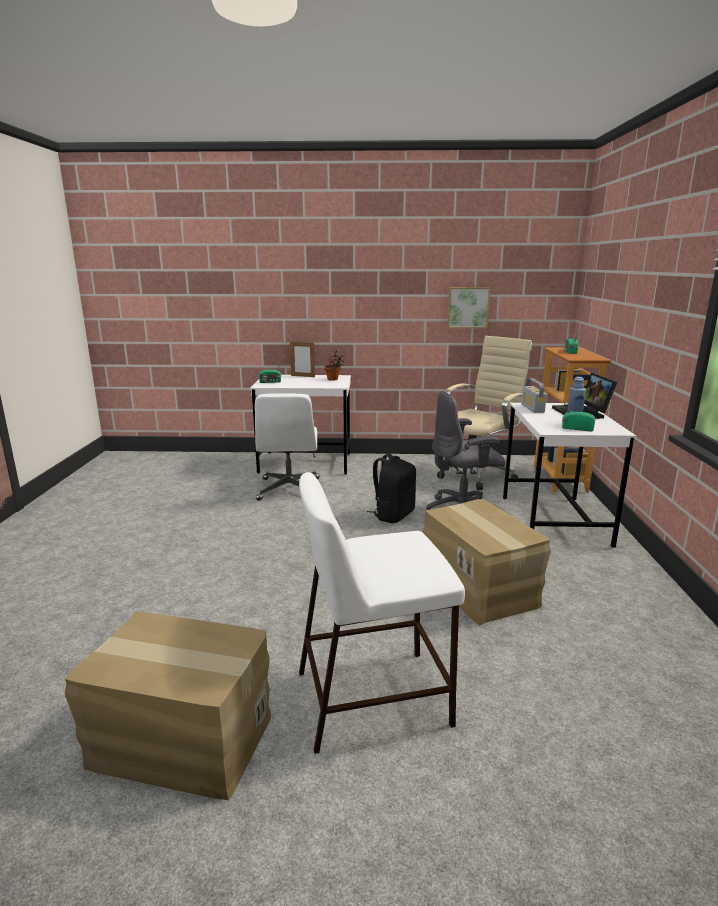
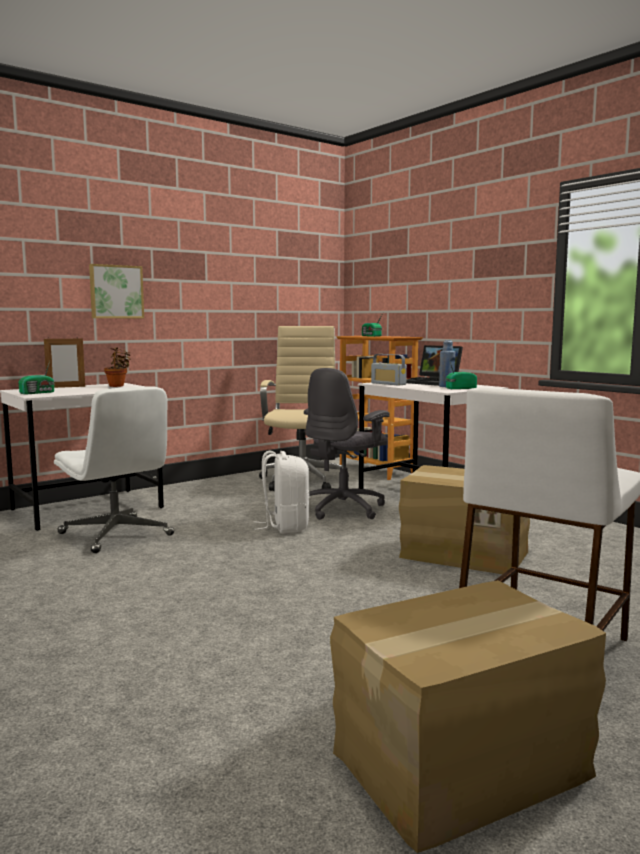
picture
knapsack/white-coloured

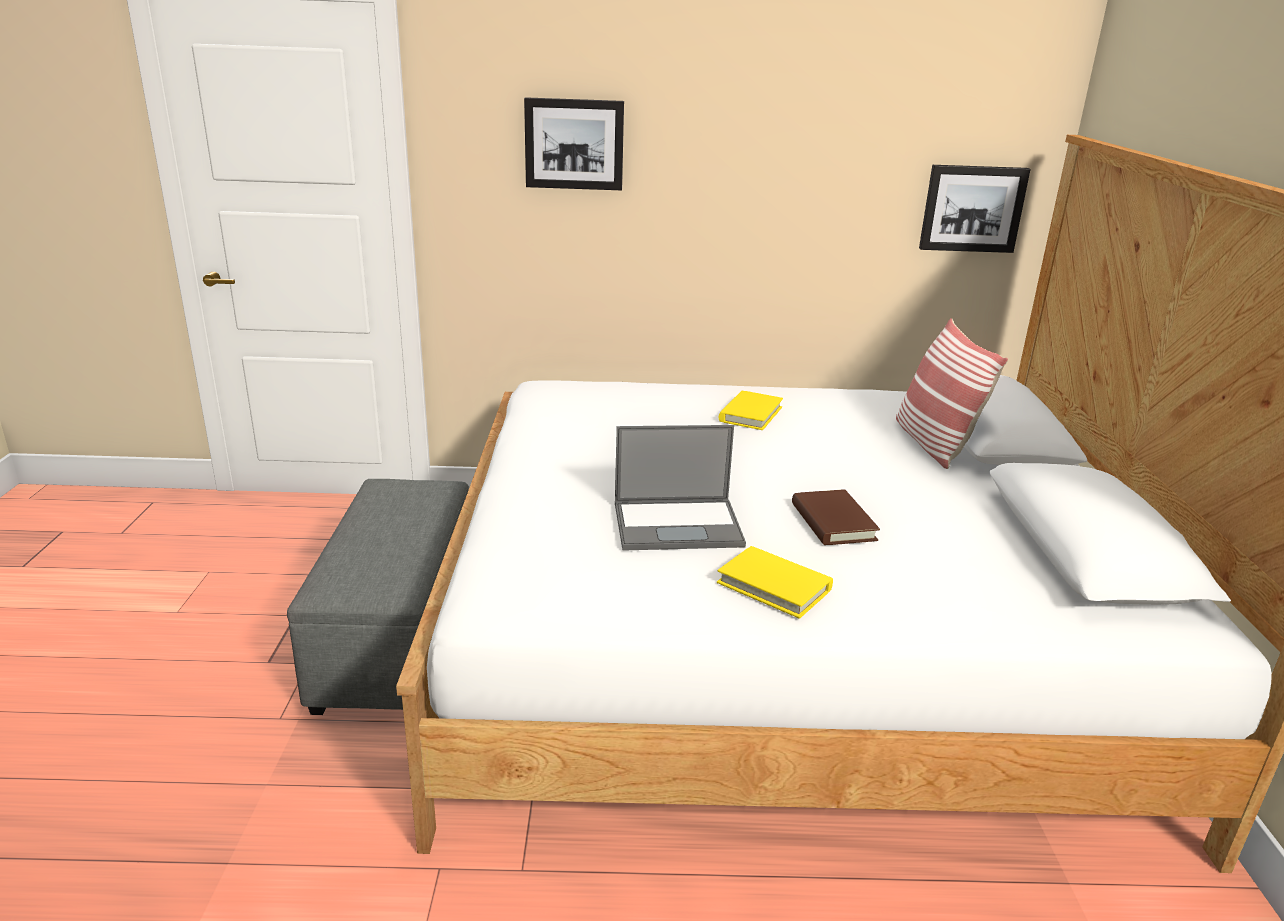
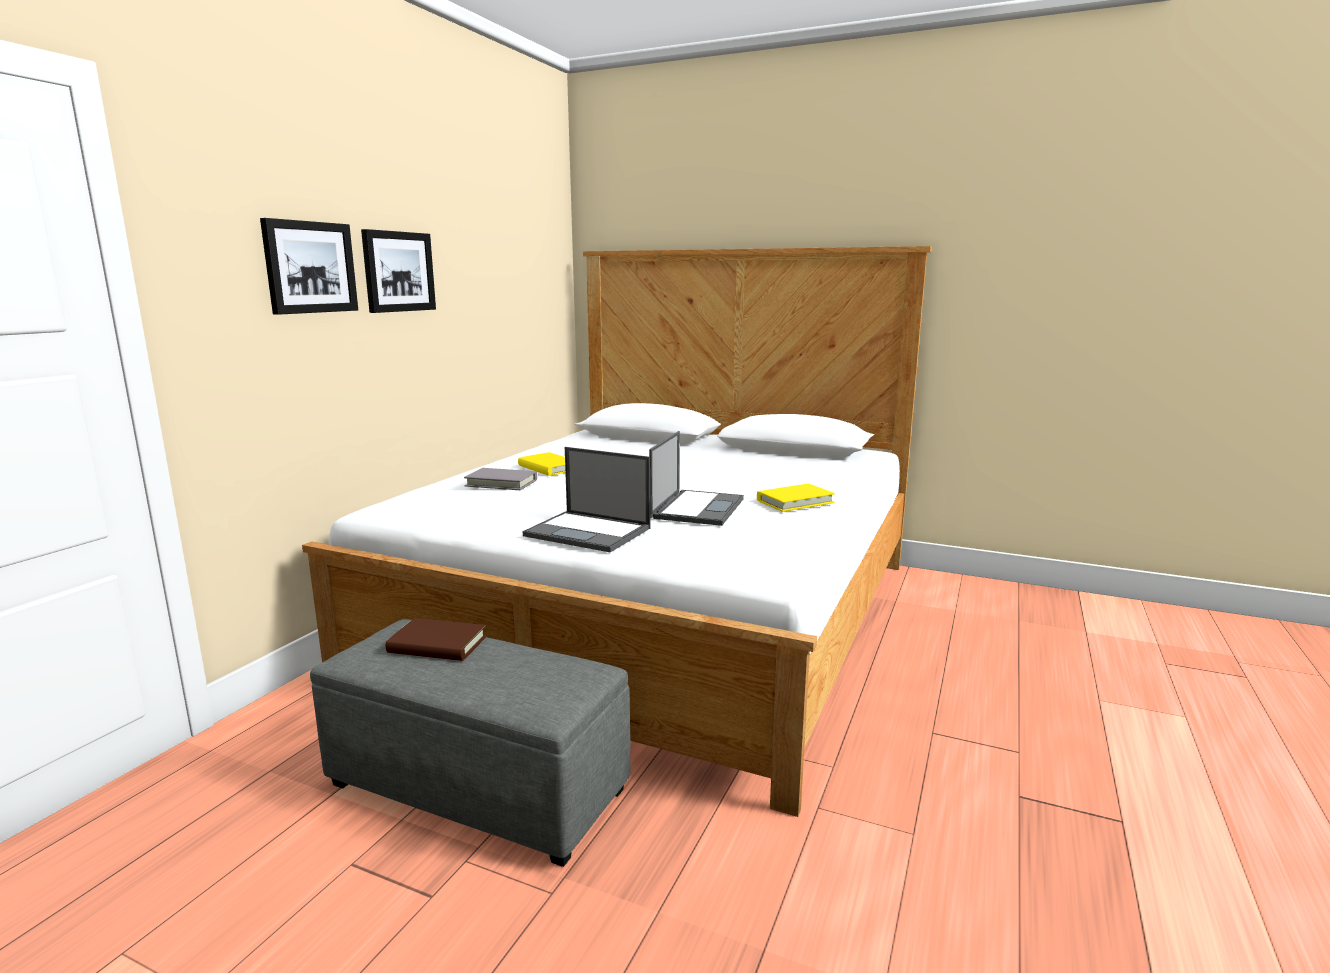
cushion
bound book/gray
laptop (1st from left)
bound book/brown
picture (2nd from left)

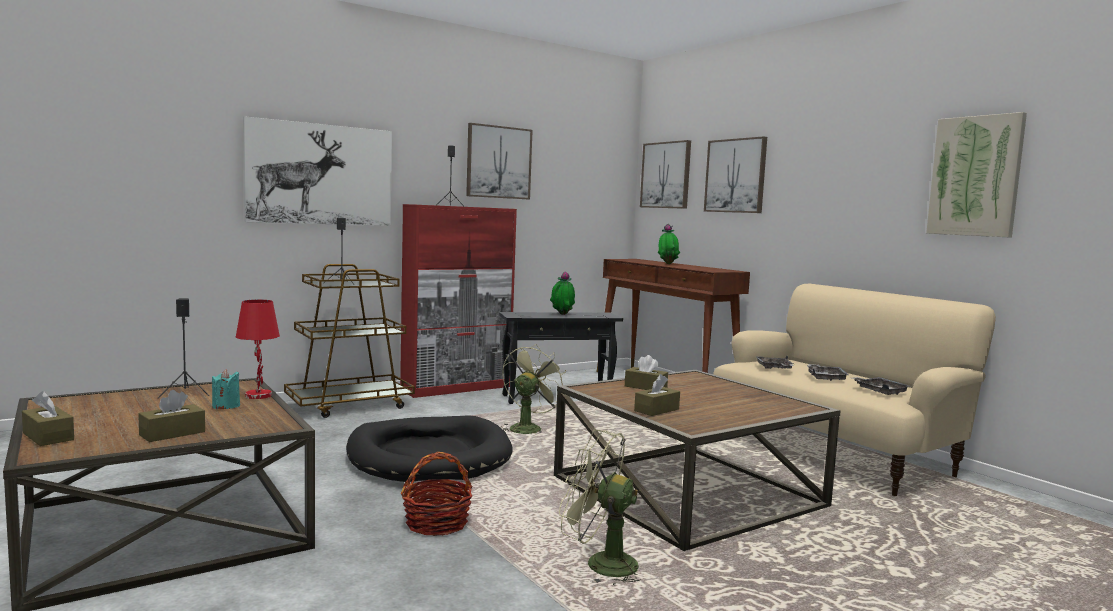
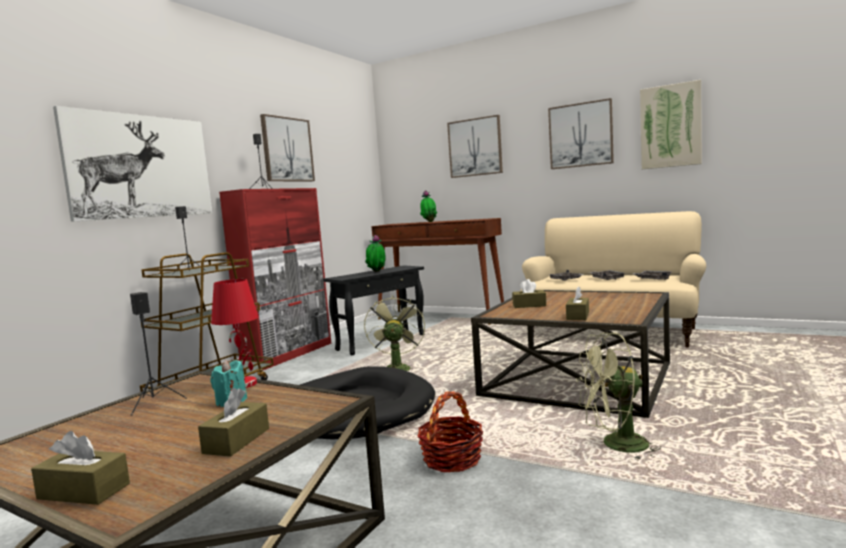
picture (4th from left)

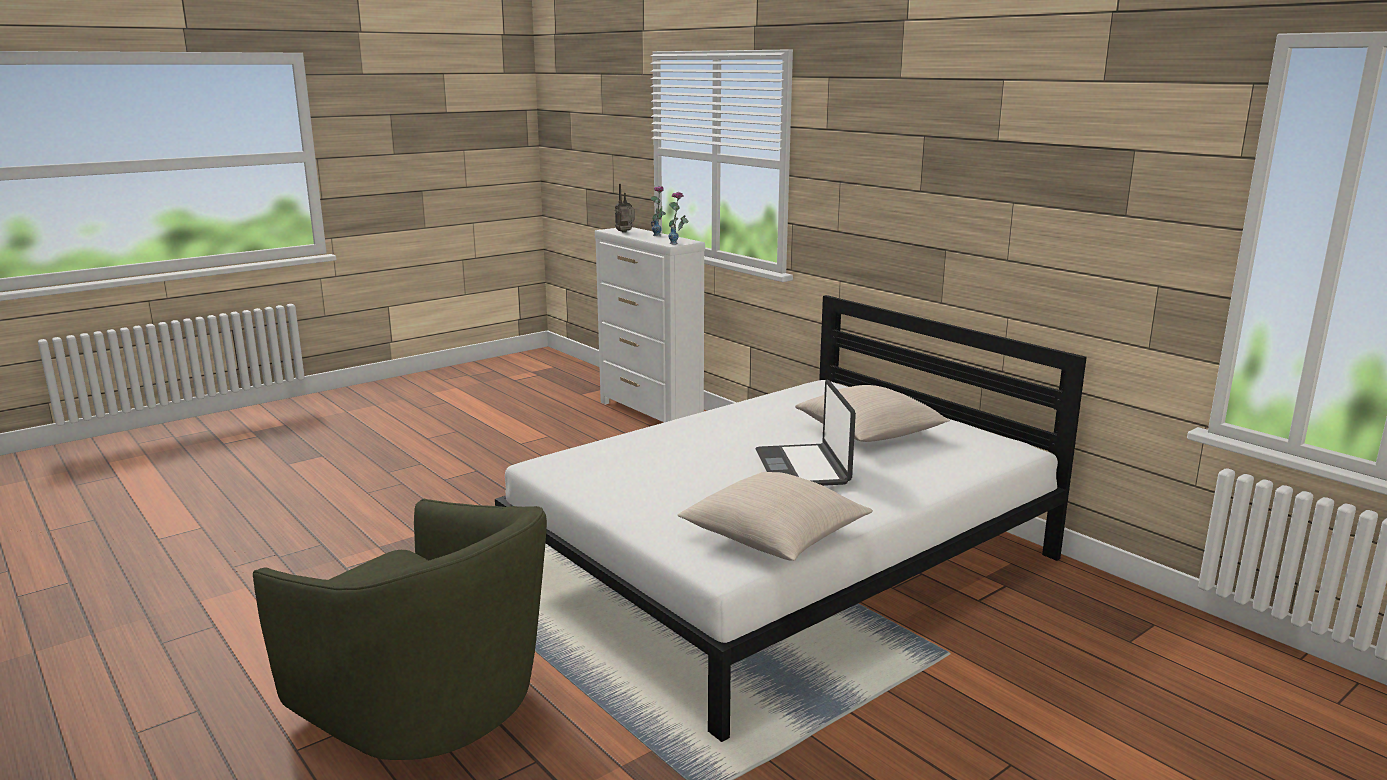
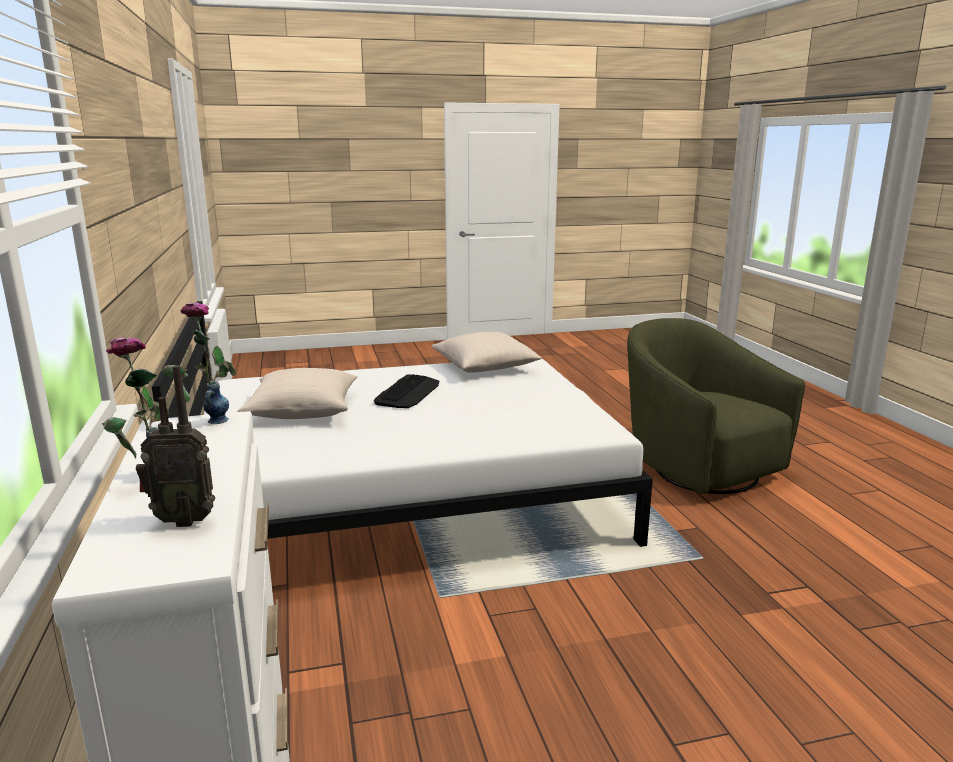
PC keyboard

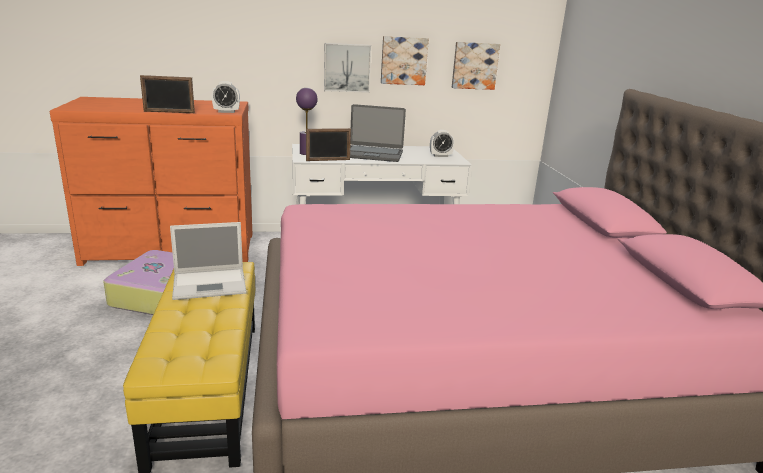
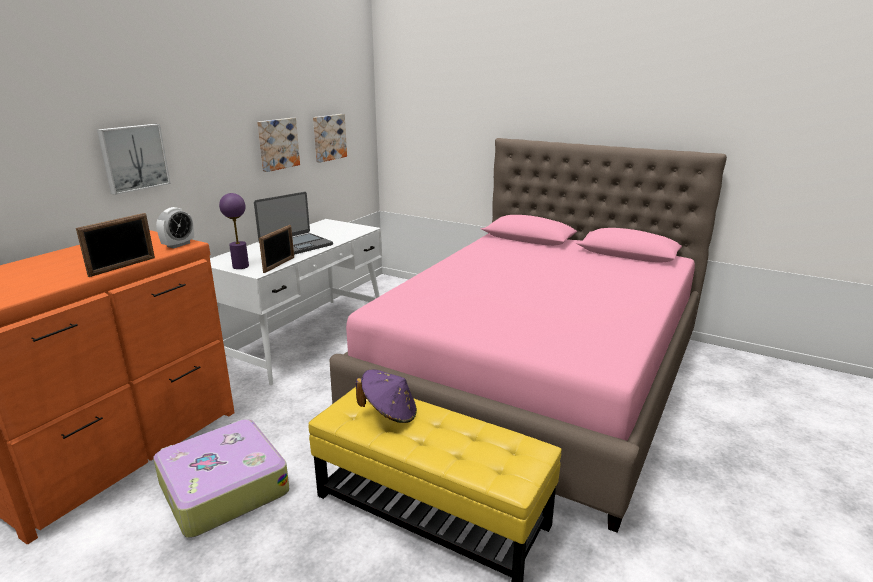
alarm clock (2nd from left in the first image)
picture (1st from left)
clothing hat/purplish

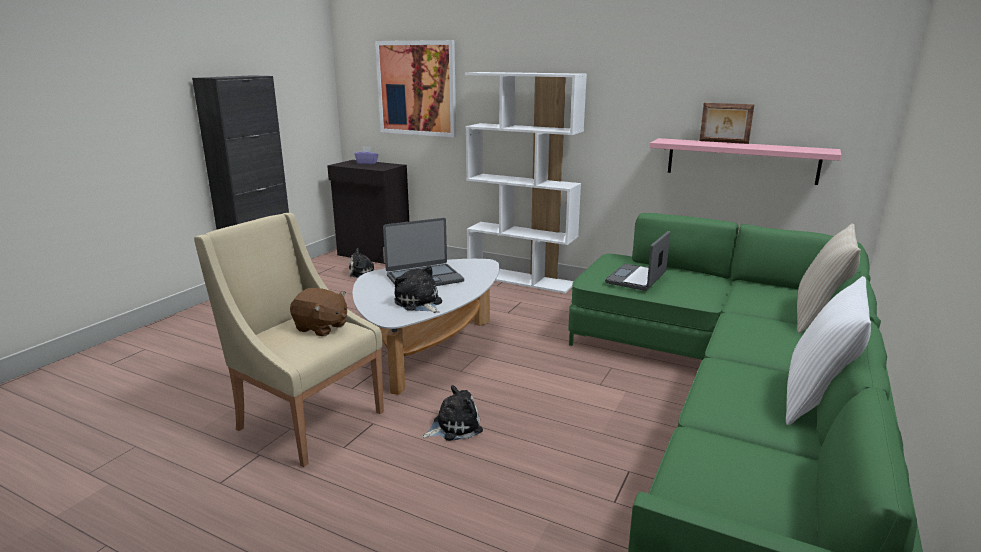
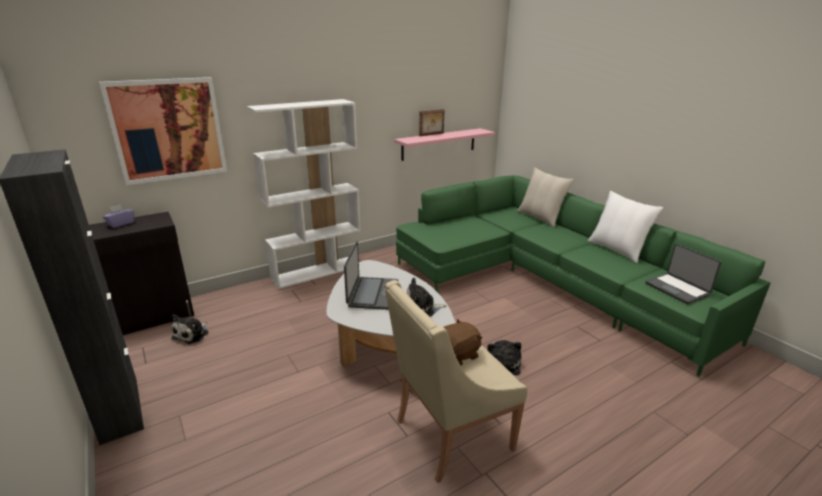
laptop (2nd from left)

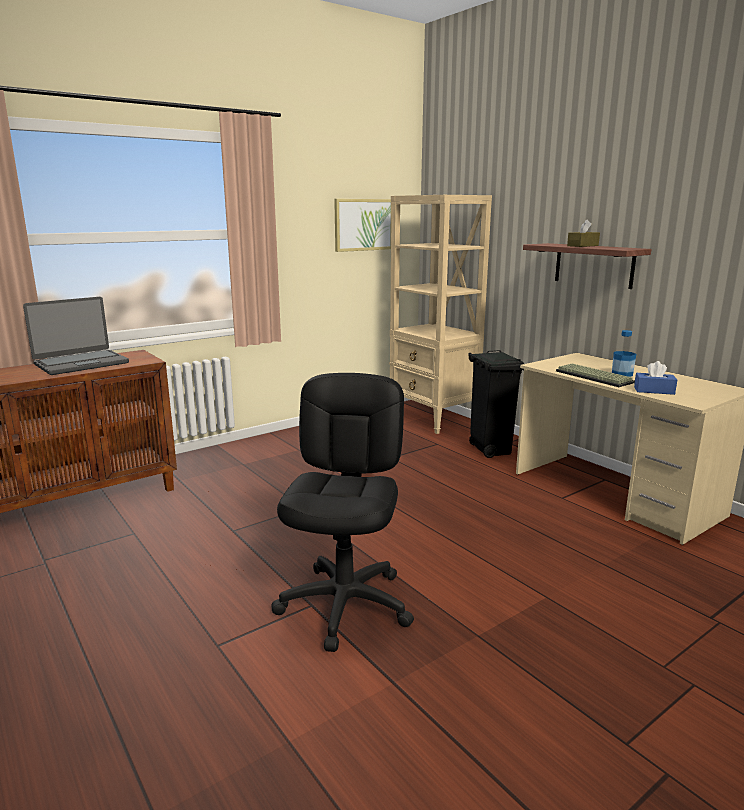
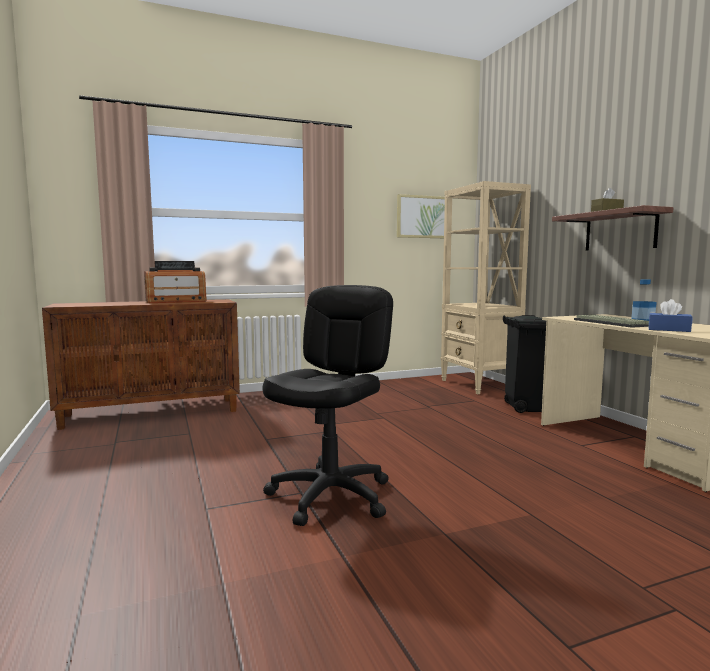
radio

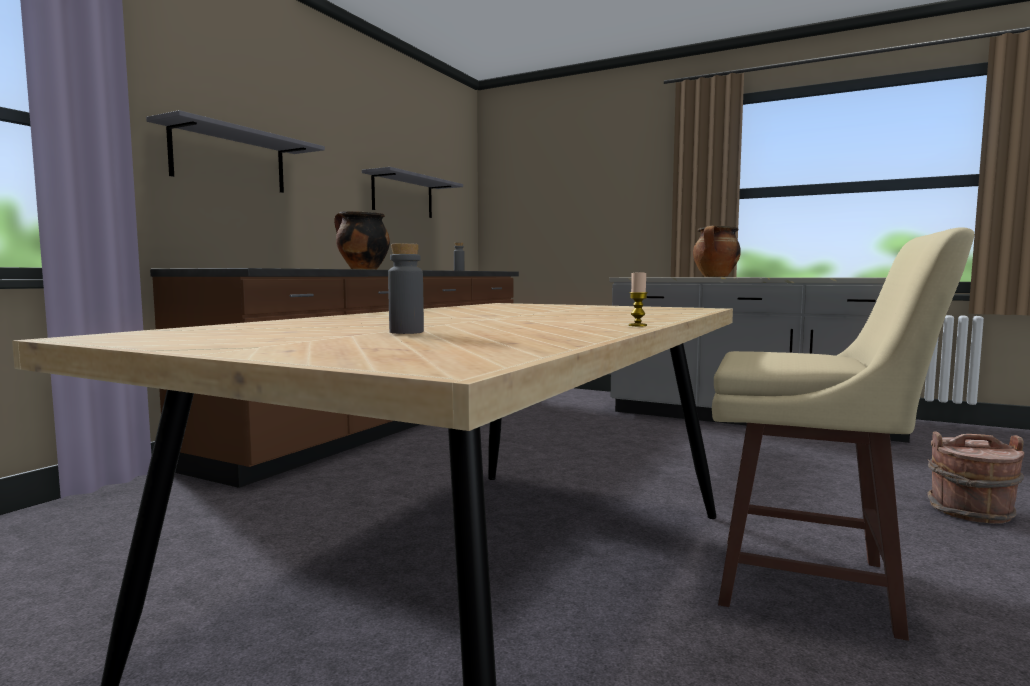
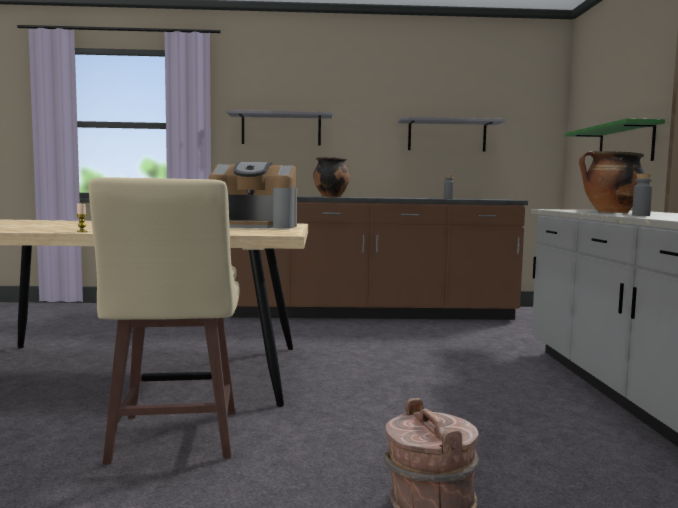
coffee machine
bracket shelf/green
bottle/gray (2nd from left)

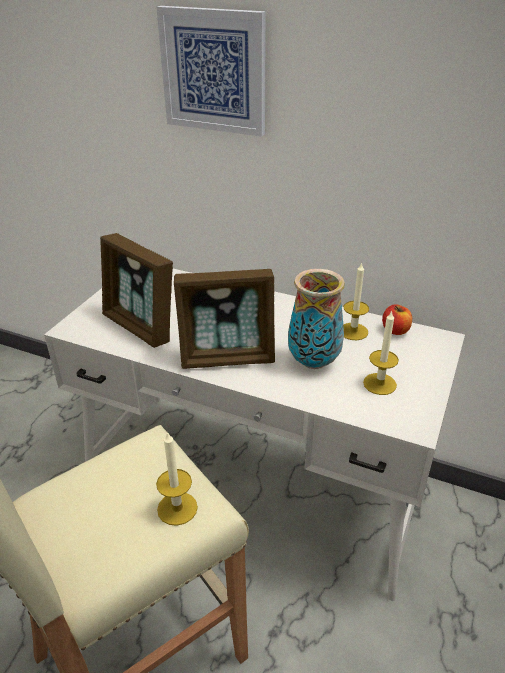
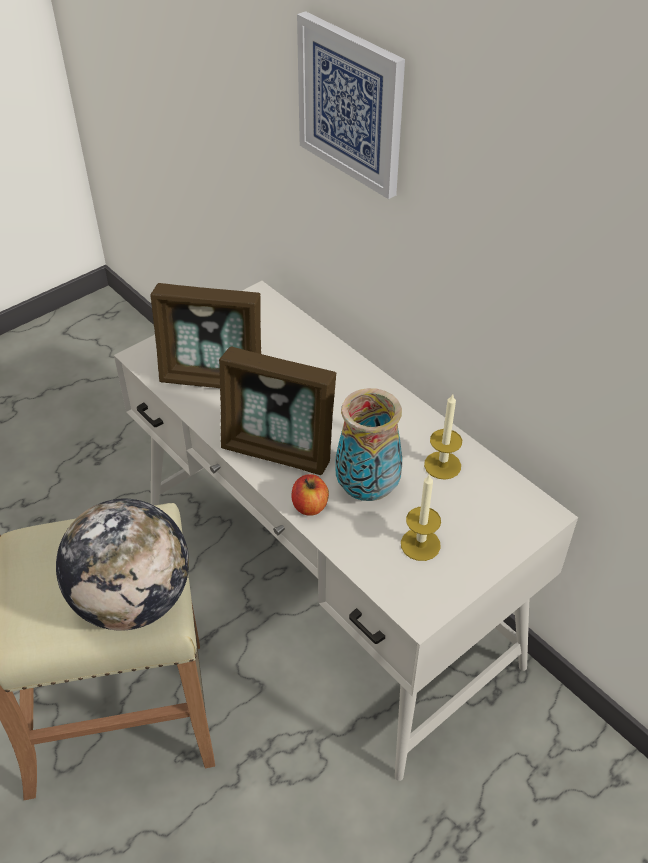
whole apple
globe
picture frame (1st from left)

